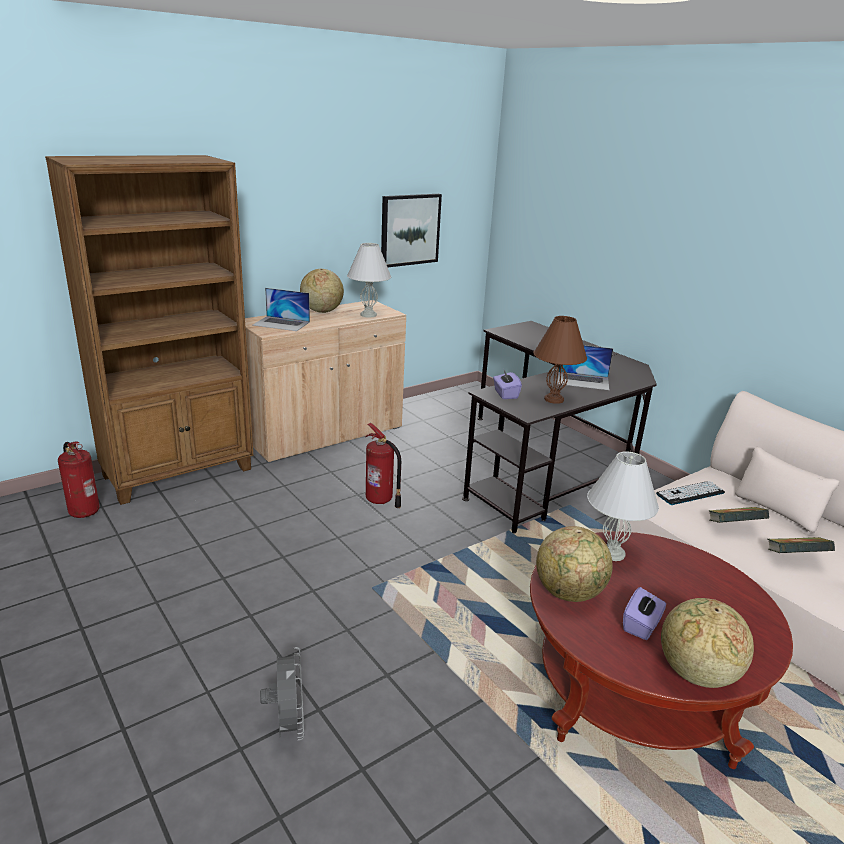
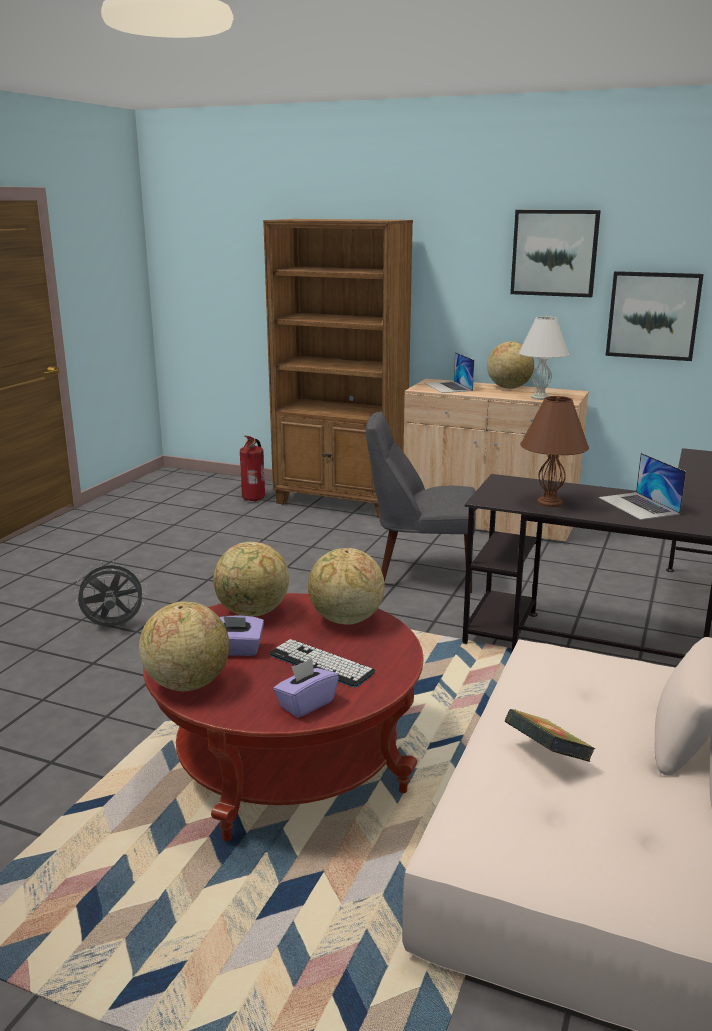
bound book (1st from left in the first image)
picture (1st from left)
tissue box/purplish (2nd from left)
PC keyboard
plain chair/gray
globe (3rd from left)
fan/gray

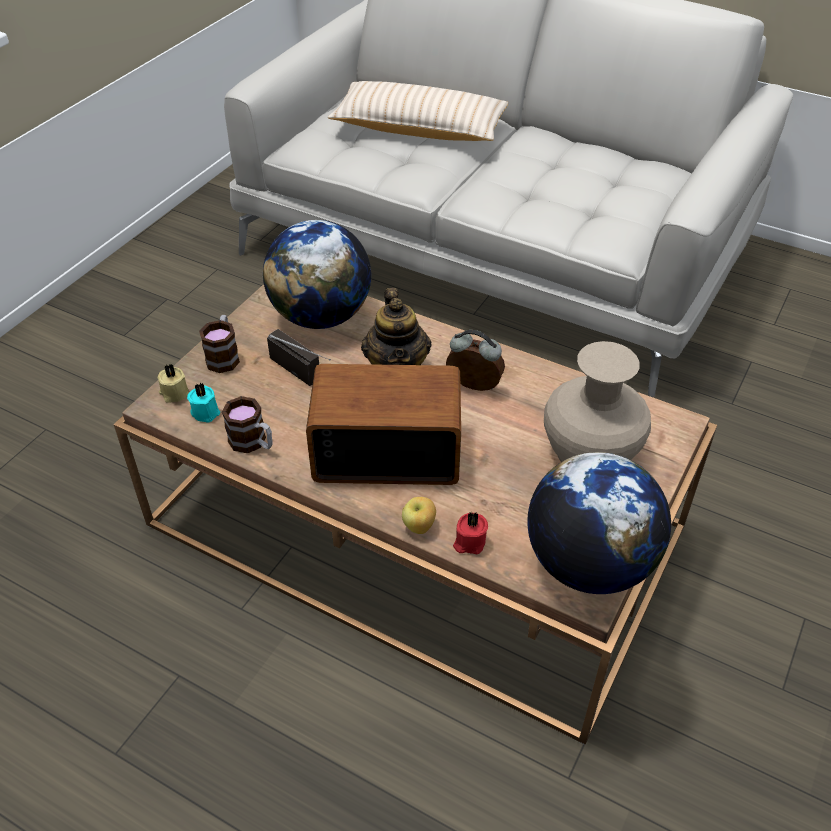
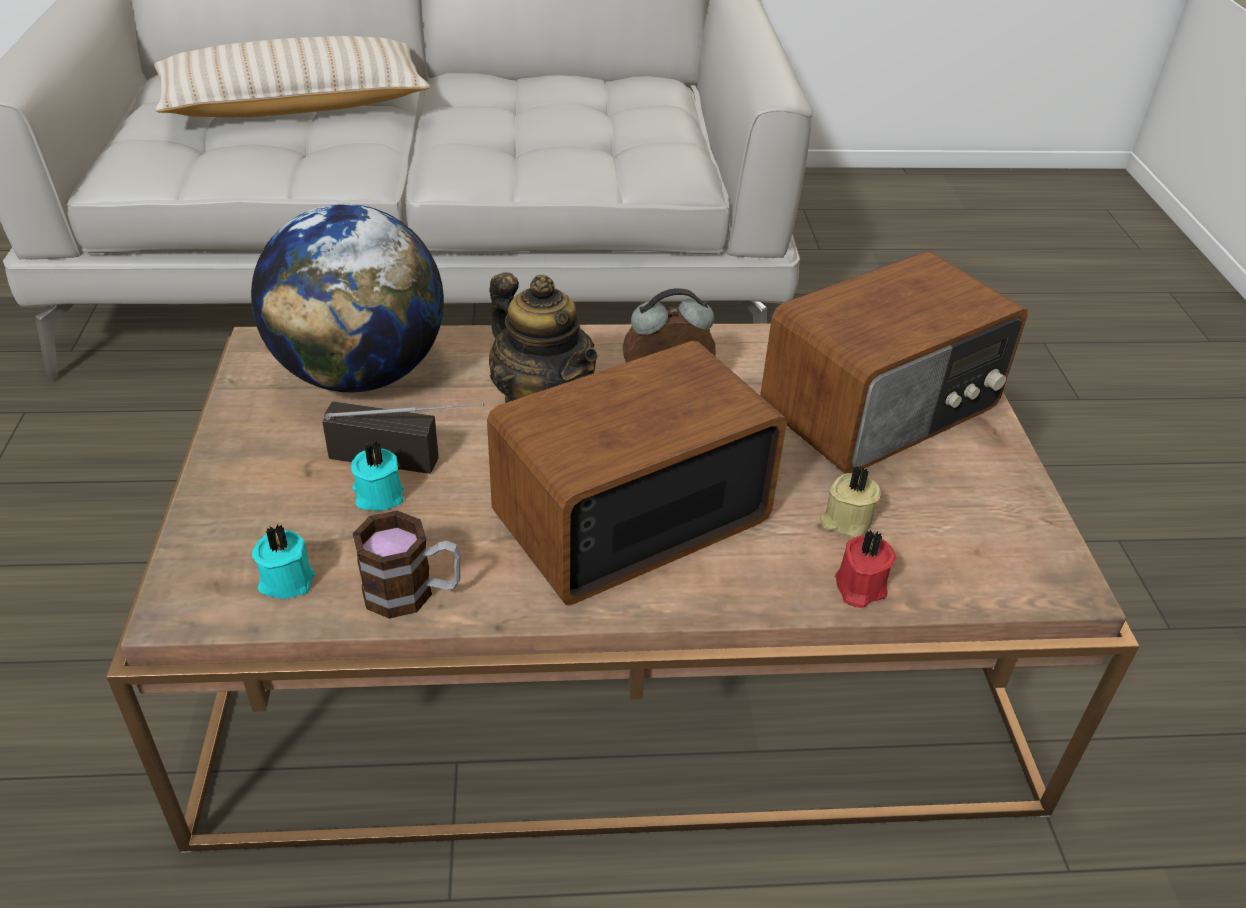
tea mug (1st from left in the first image)
whole apple
globe (2nd from left in the first image)
wax candle/turquoise-coloured (2nd from left)
wax candle/beige
radio (3rd from left)

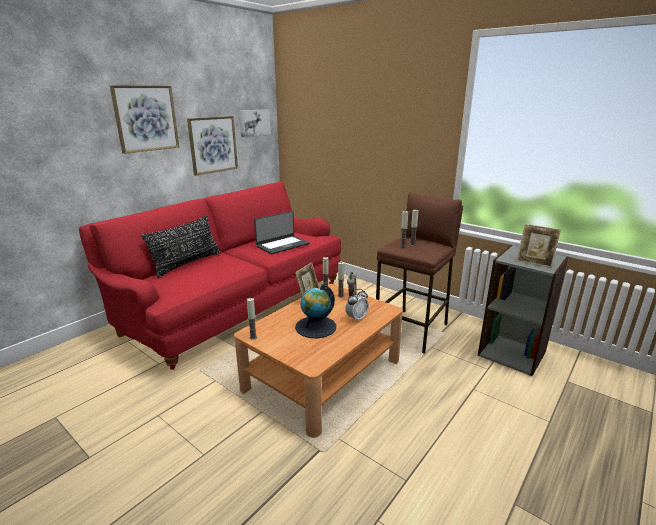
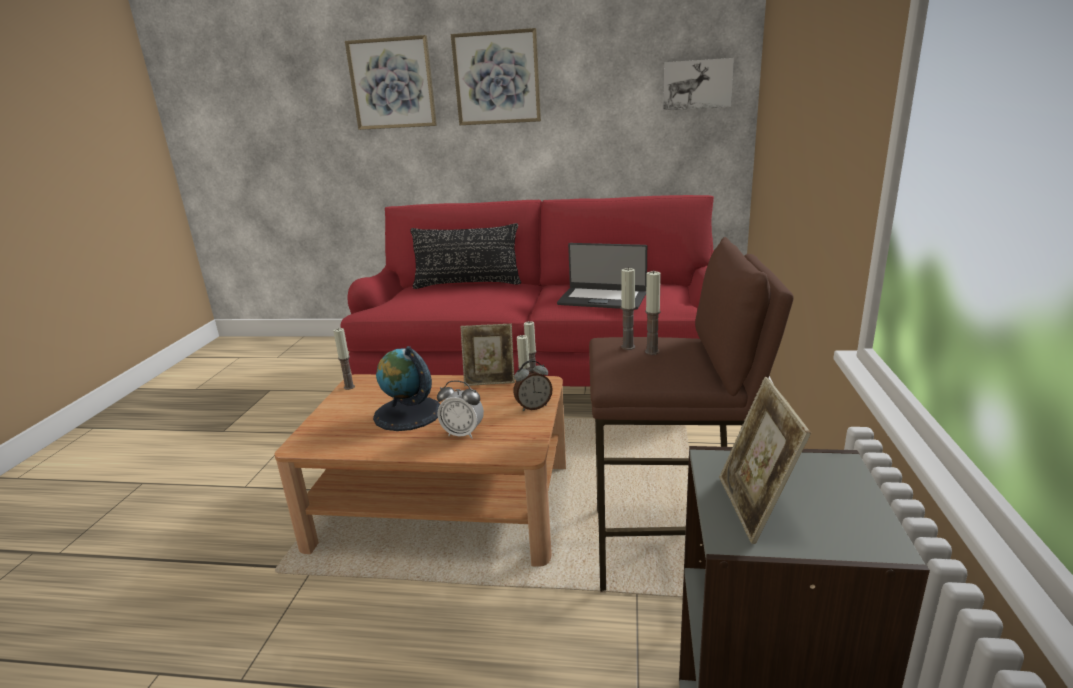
picture (1st from left)

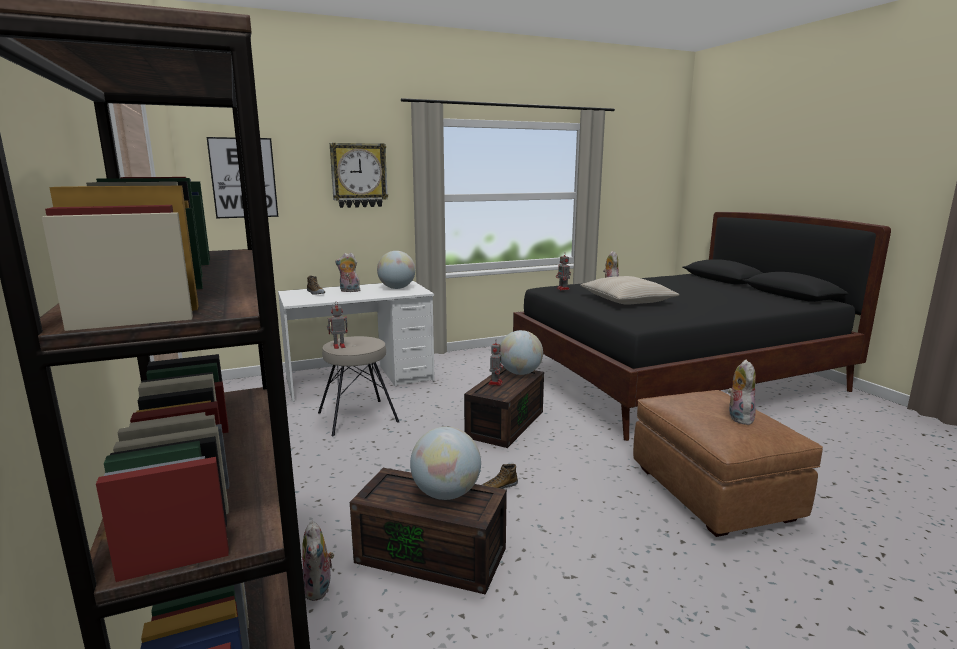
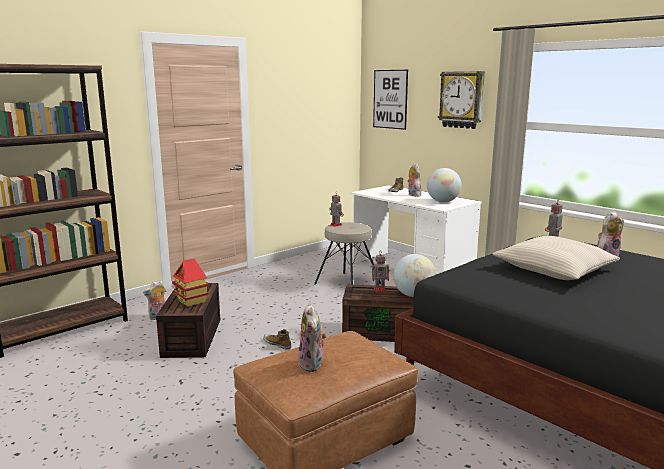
miniature house
cuddly toy (2nd from left)

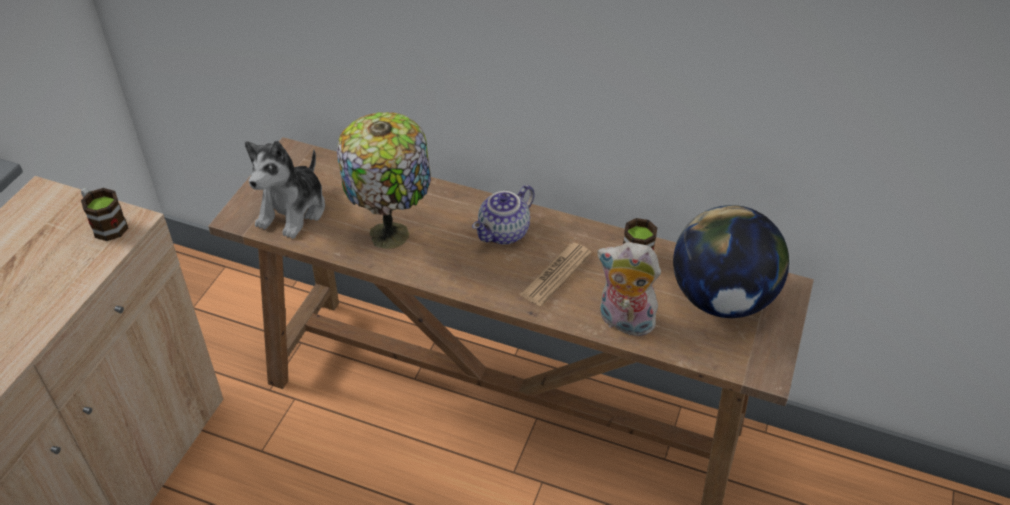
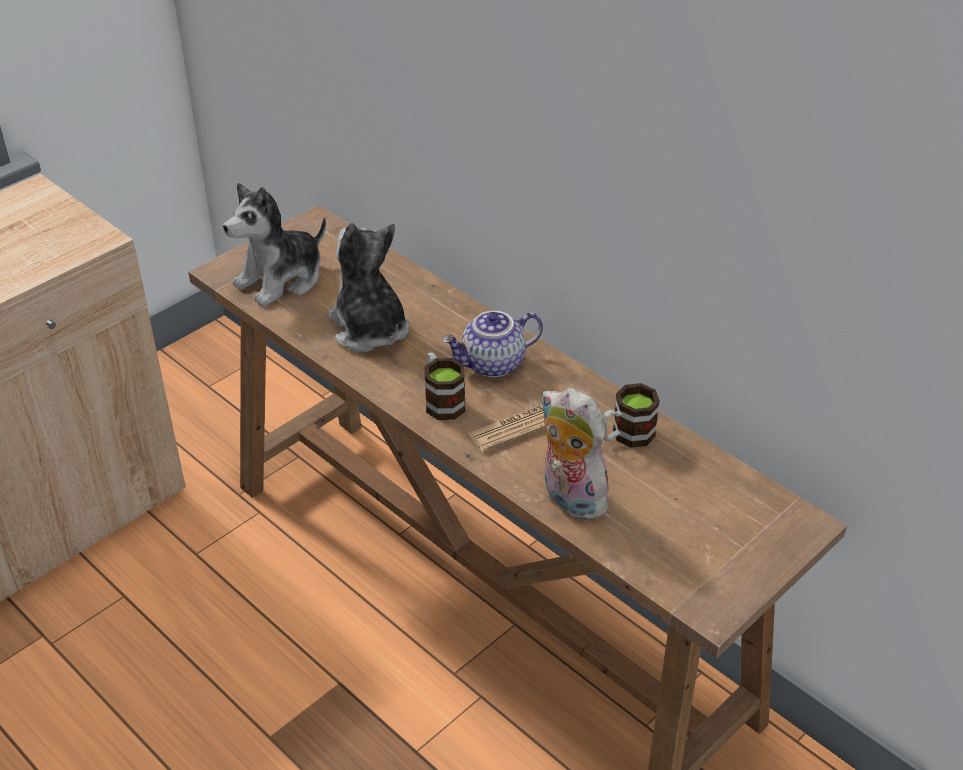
globe
tea mug (1st from left)
cuddly toy (2nd from left)

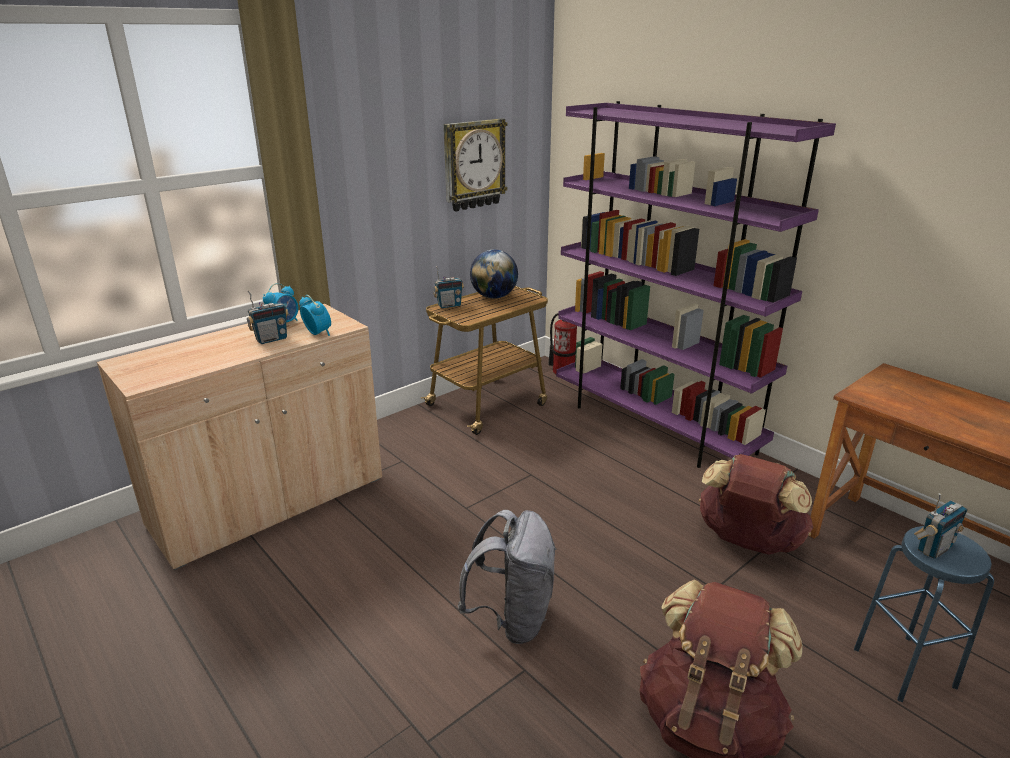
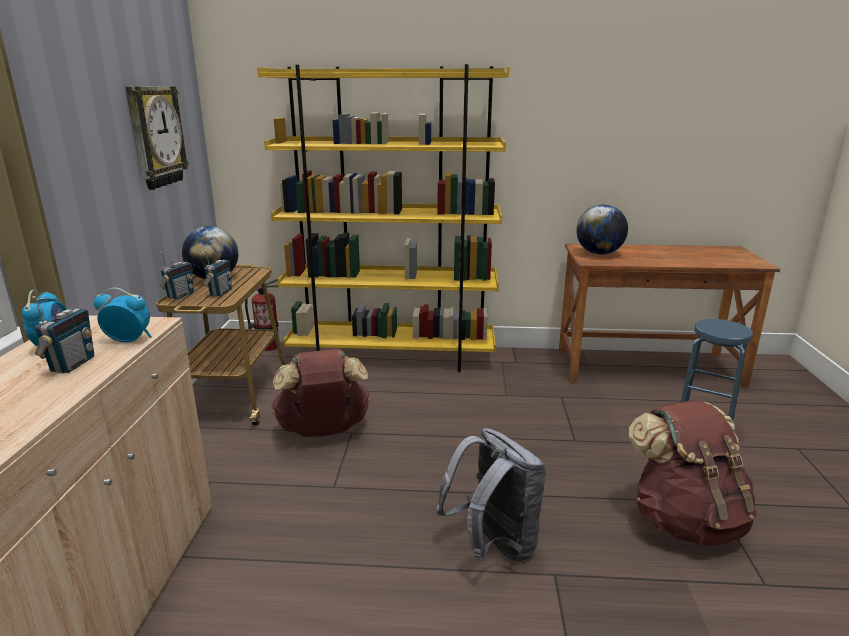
globe (2nd from left)
knapsack/brown (1st from left)
radio (3rd from left)
shelving unit/yellowish

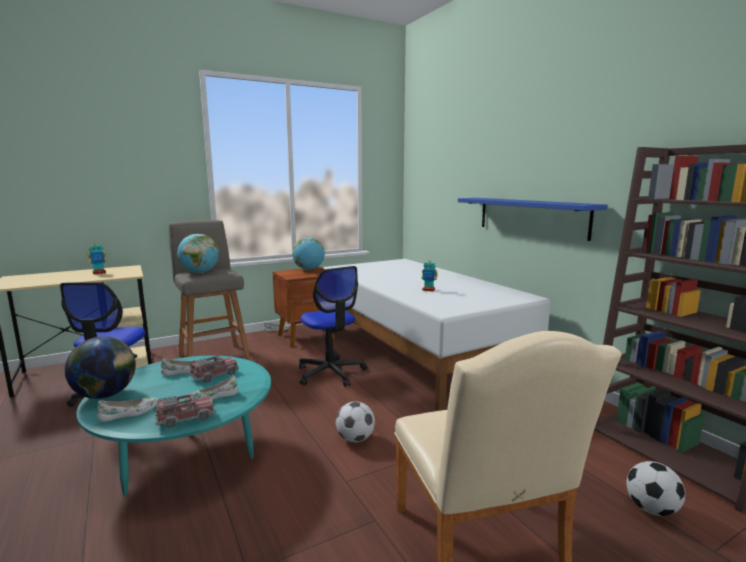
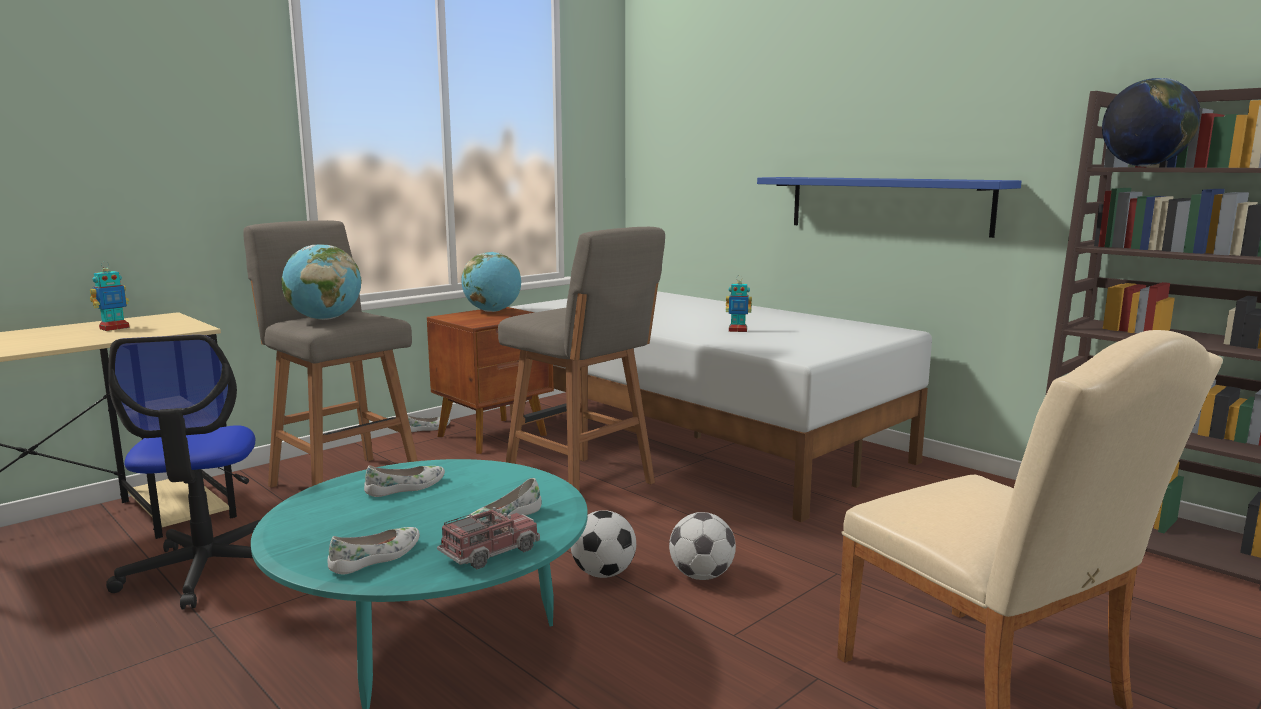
toy lorry (2nd from left in the first image)
globe (3rd from left)
football (1st from left)
sitting stool/gray (2nd from left)

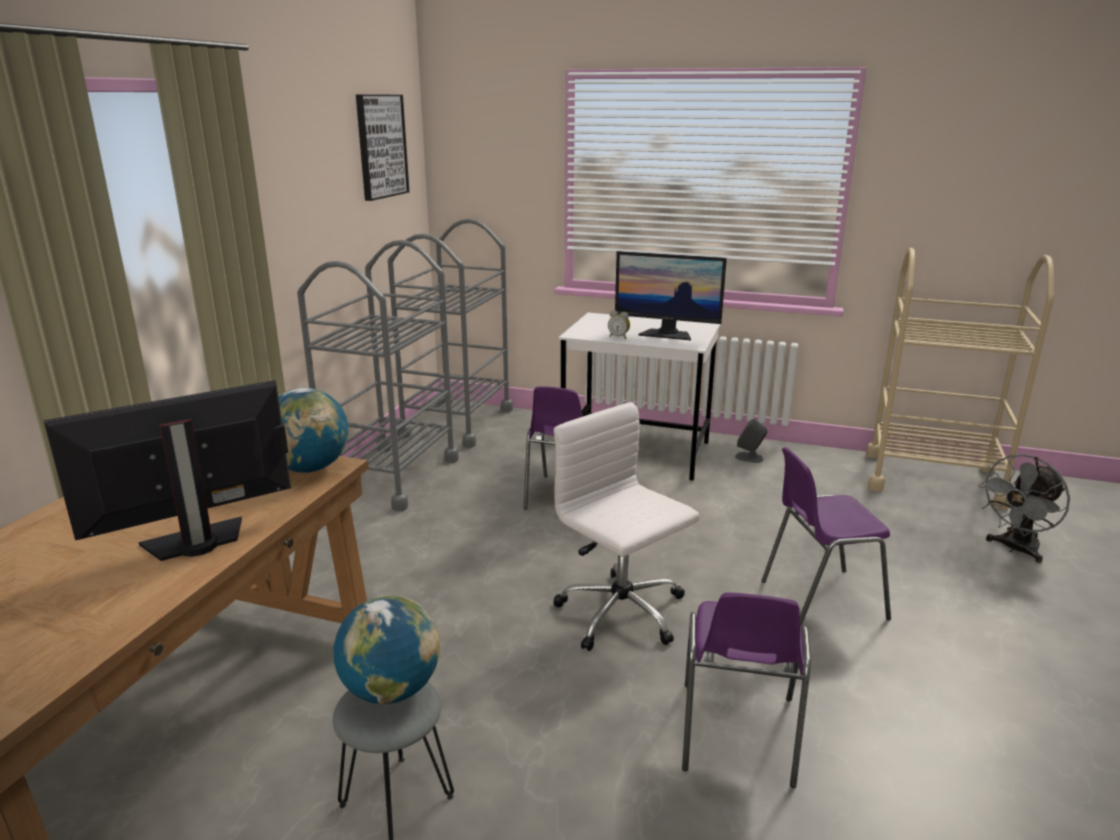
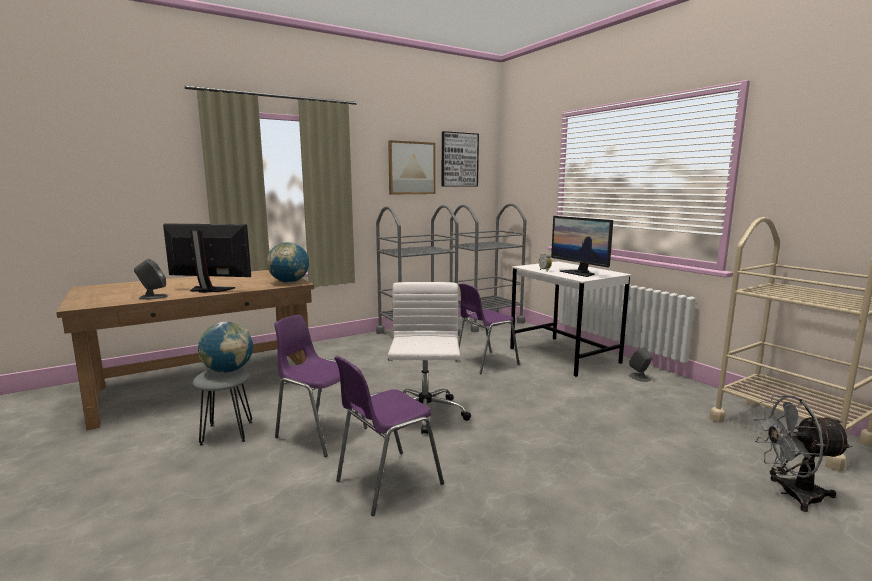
speaker/gray (1st from left)
picture (1st from left)
plain chair/purplish (1st from left)

